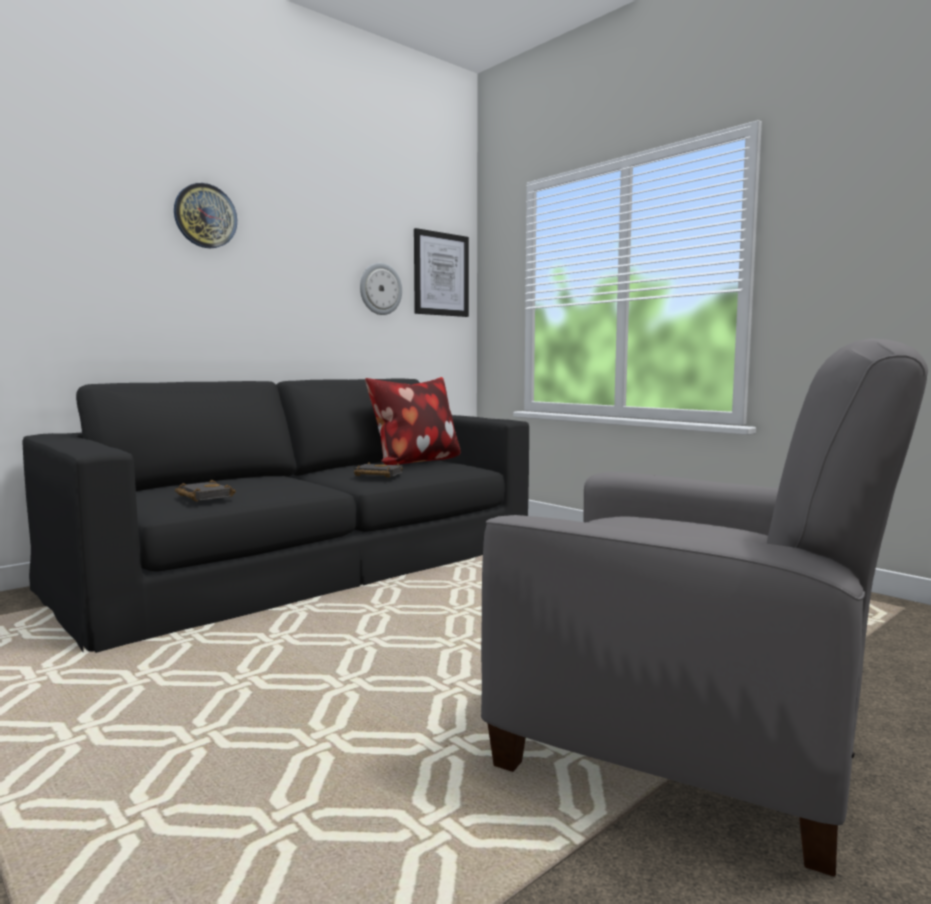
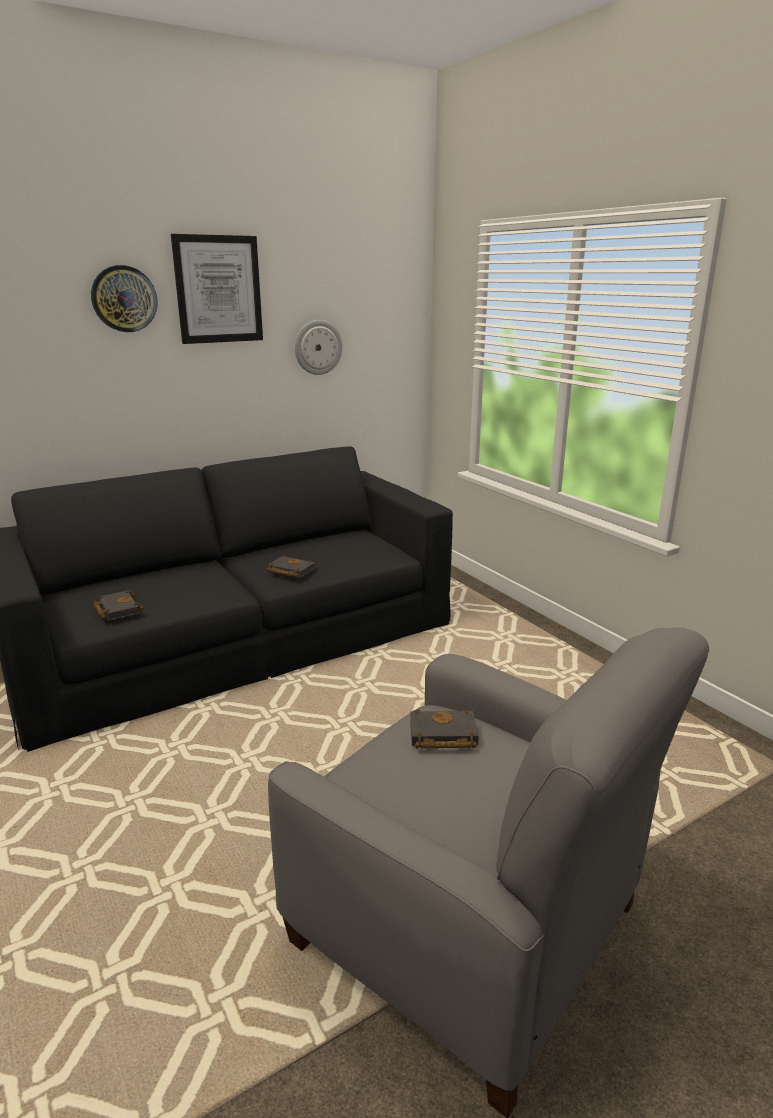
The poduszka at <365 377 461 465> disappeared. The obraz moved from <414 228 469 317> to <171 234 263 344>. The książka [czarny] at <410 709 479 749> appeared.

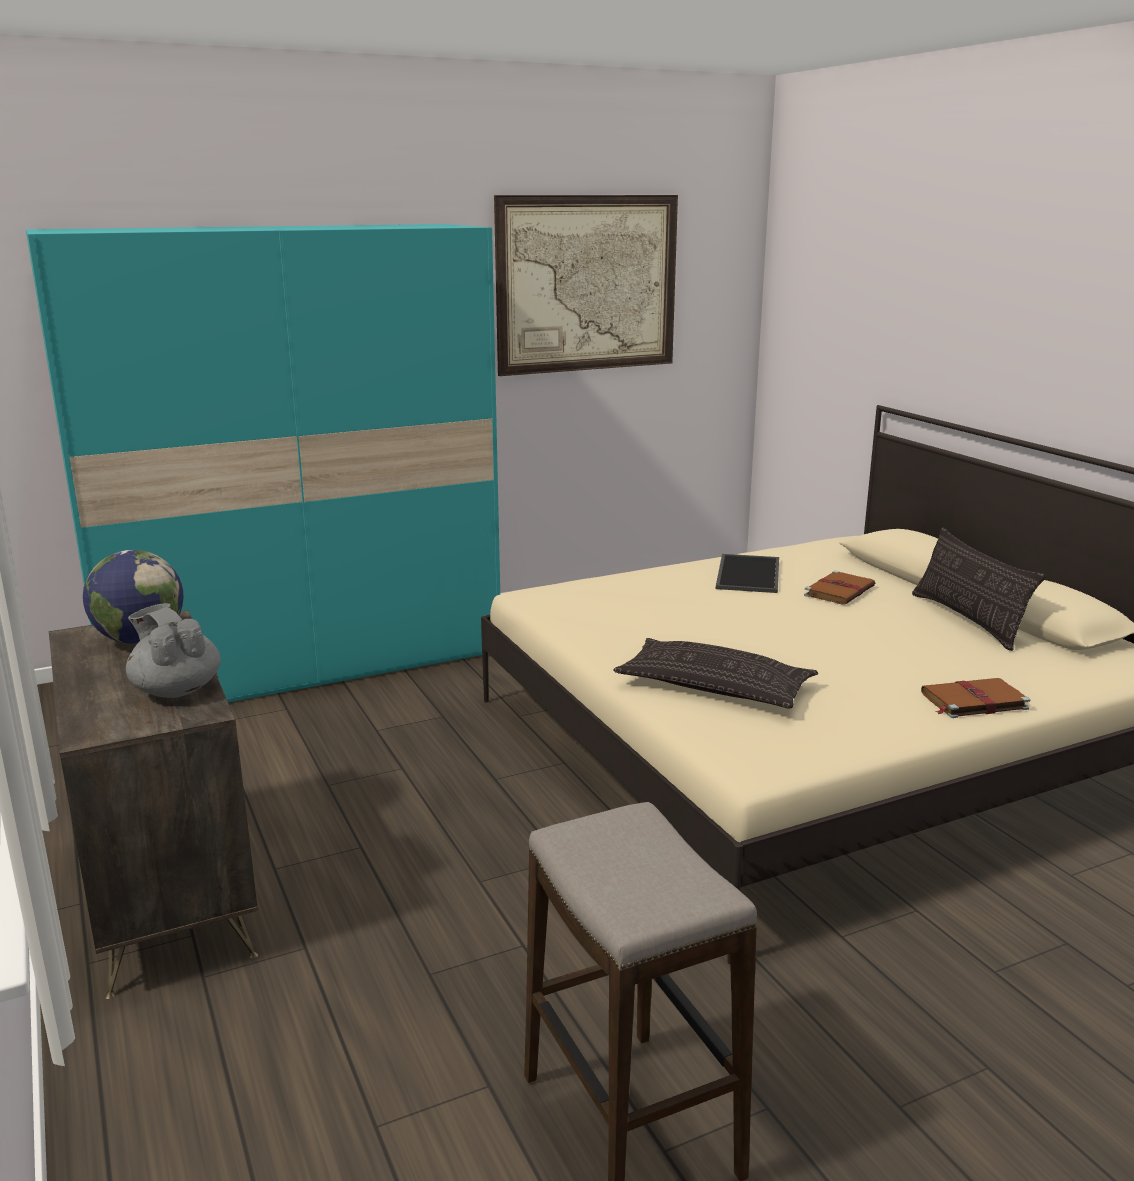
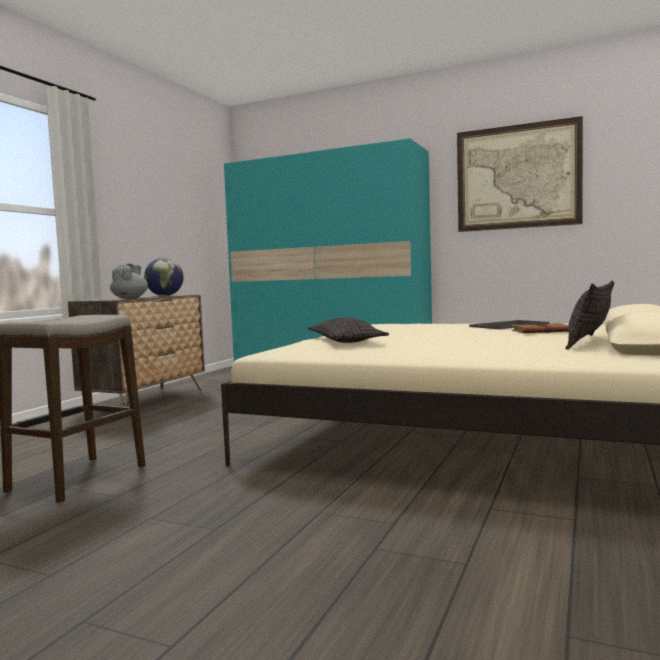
The książka [brązowy] at <921 678 1030 718> disappeared.

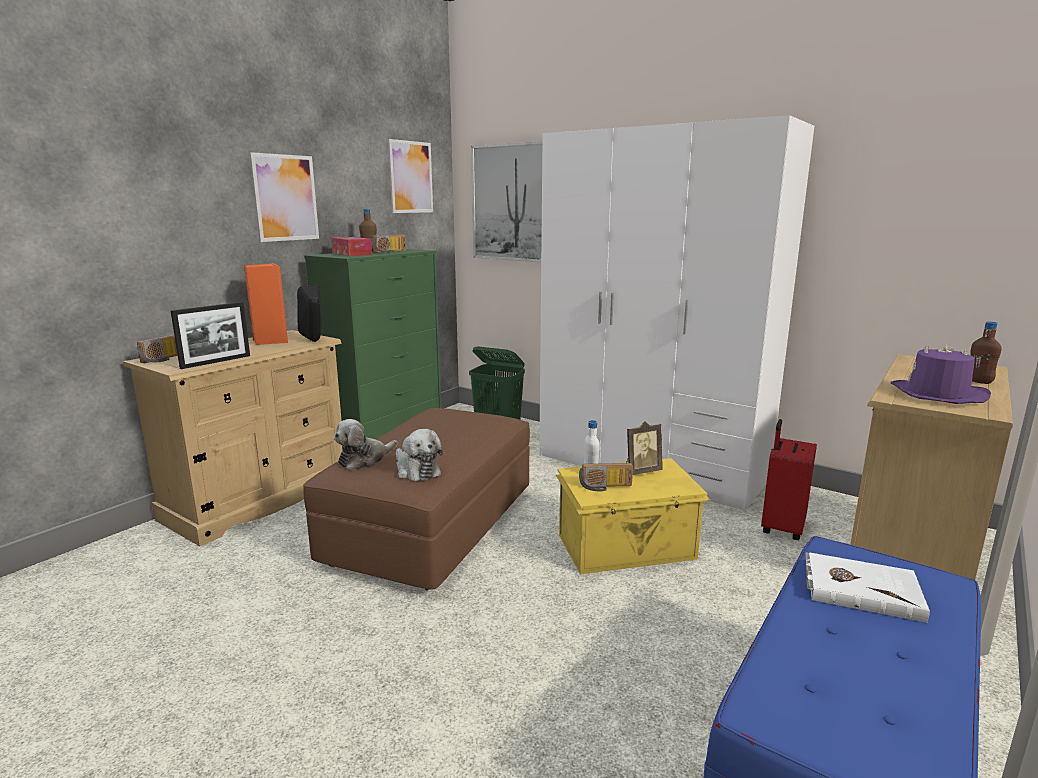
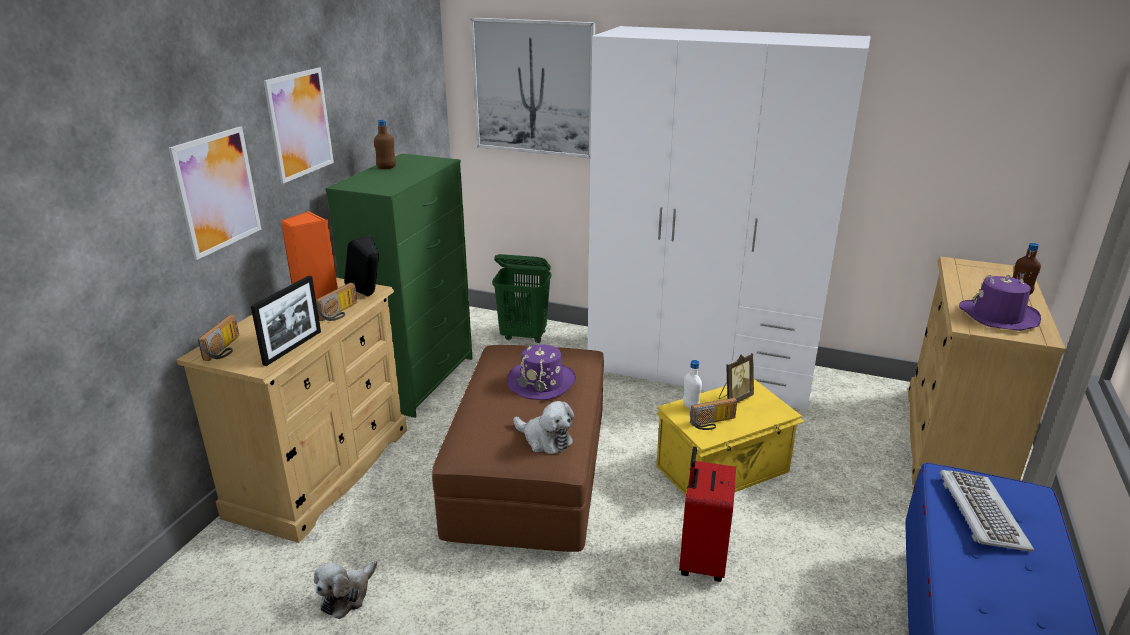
The pudełko chusteczek at <331 237 372 256> disappeared. The pluszak moved from <334 419 398 470> to <314 560 377 619>. The radio moved from <372 234 406 253> to <316 283 357 321>. The obraz moved from <388 139 433 213> to <169 127 261 260>. The walizka [czerwony] moved from <761 419 817 540> to <679 447 736 582>. The książka [biały] at <806 552 930 623> was replaced by the klawiatura at <940 470 1034 552>. The kapelusz [fioletowy] at <507 344 576 400> appeared.

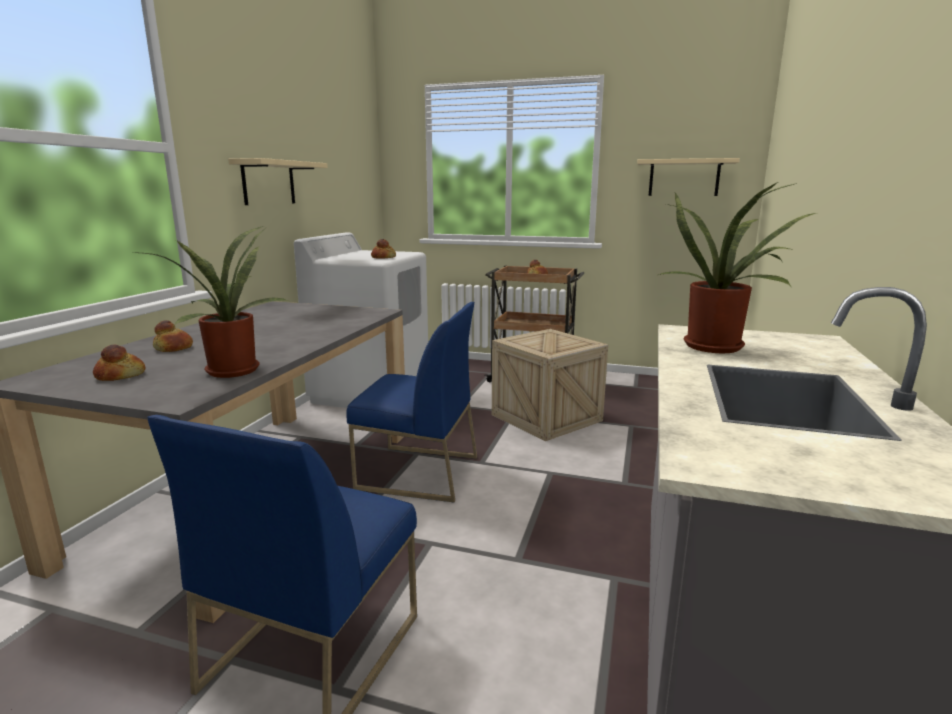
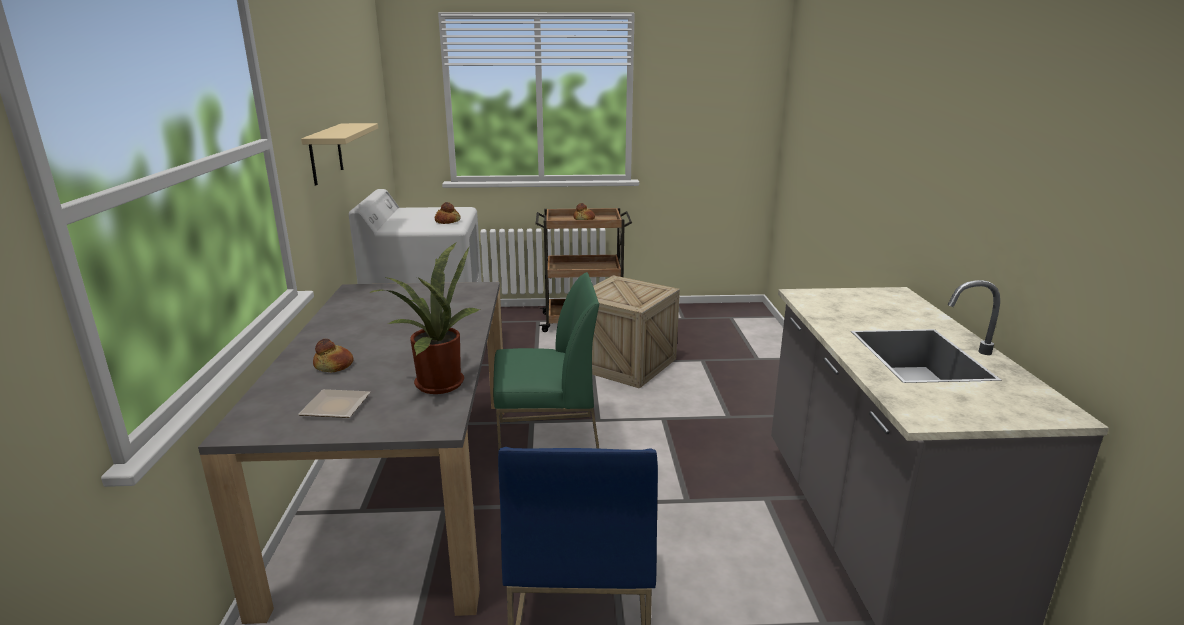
The chleb at <93 344 145 381> was replaced by the talerz at <298 389 370 418>. The krzesło [niebieski] at <346 302 477 502> became the krzesło [zielony] at <493 272 600 450>. The półka [beżowy] at <637 158 740 196> disappeared. The roślina doniczkowa at <658 182 816 353> disappeared.

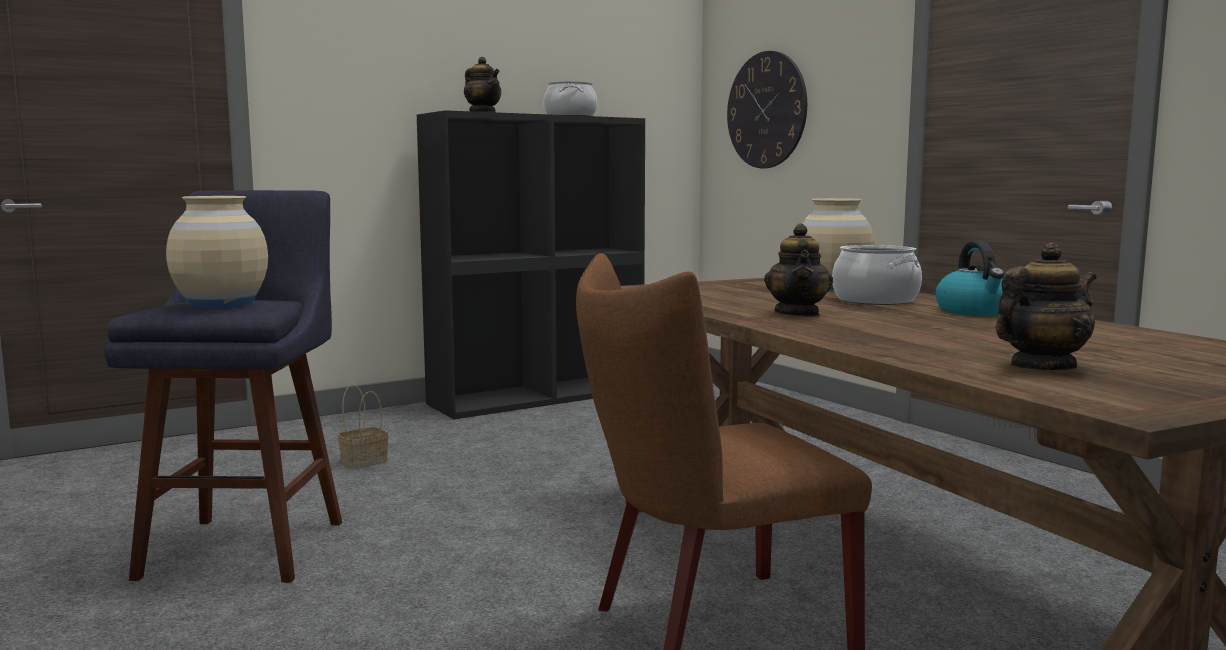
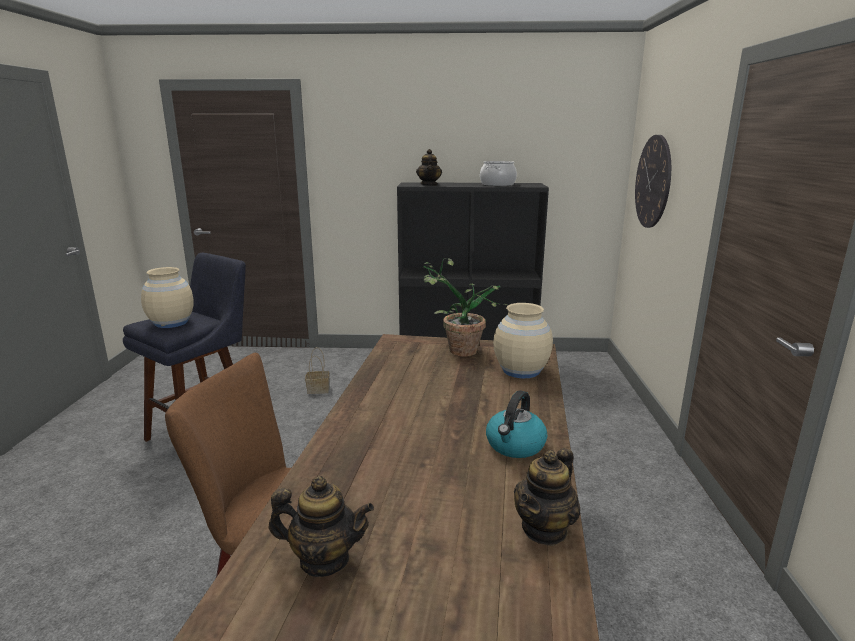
The imbryk moved from <764 224 833 317> to <514 448 580 546>. The garnek at <832 245 922 305> disappeared. The roślina doniczkowa at <423 258 508 357> appeared.

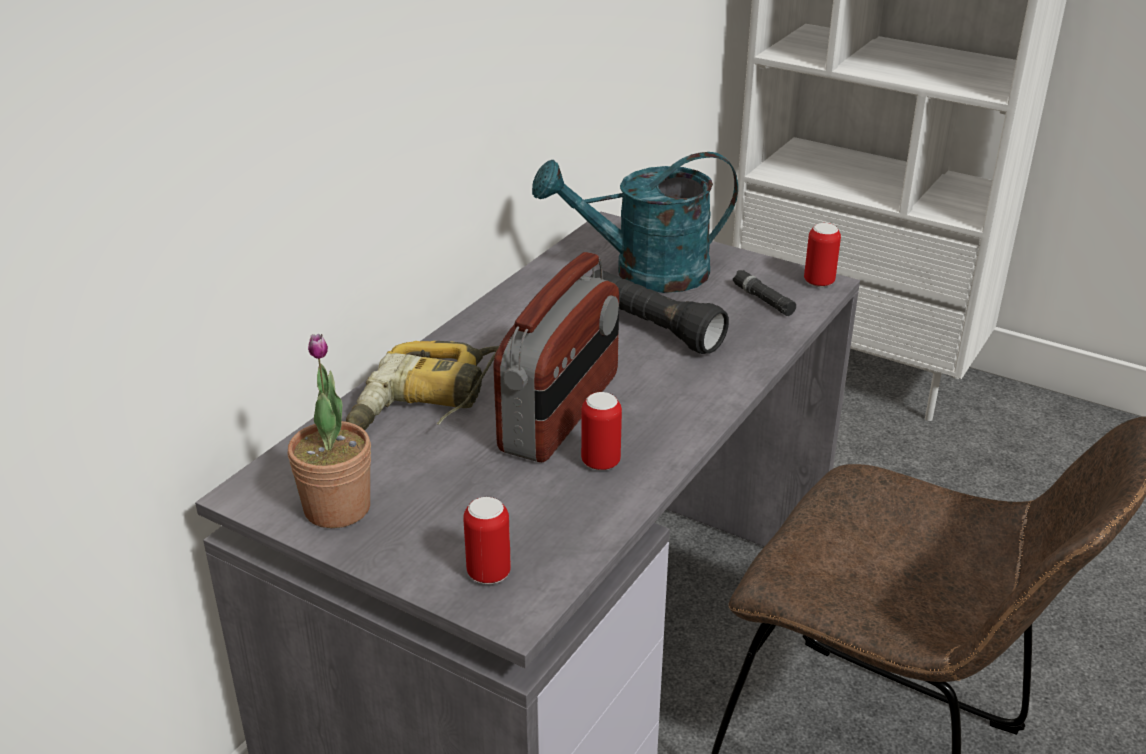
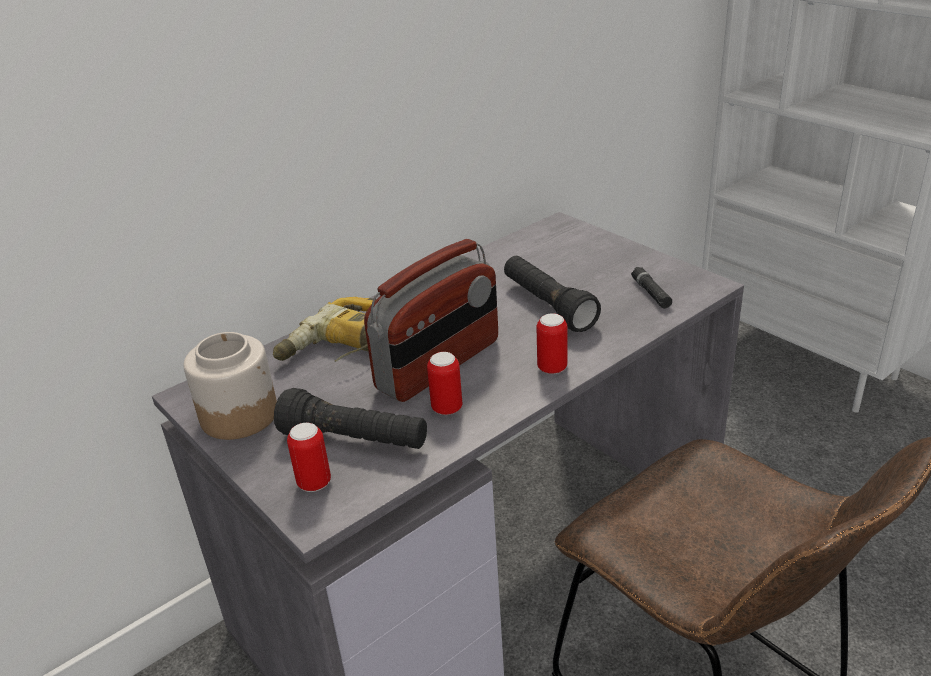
The roślina doniczkowa at <288 334 371 528> was replaced by the słoik at <183 332 277 440>. The konewka [turkusowy] at <532 152 738 293> disappeared. The puszka moved from <804 223 841 287> to <537 313 567 374>. The latarka [czarny] at <274 388 427 449> appeared.

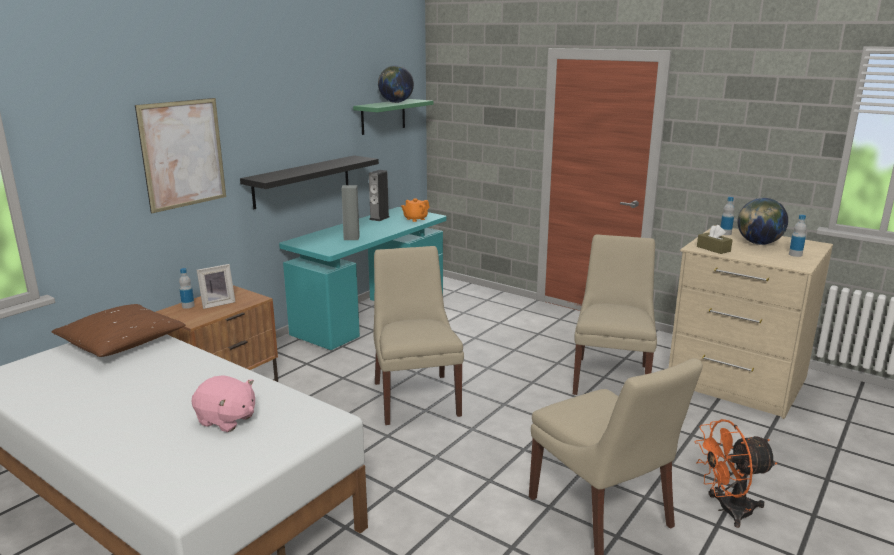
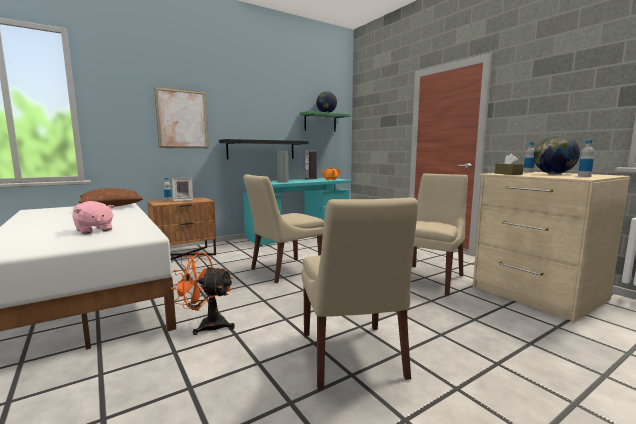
The krzesło [beżowy] at <373 246 464 425> turned 135 degrees counterclockwise. The wentylator [pomarańczowy] moved from <695 419 777 528> to <171 252 235 335>.

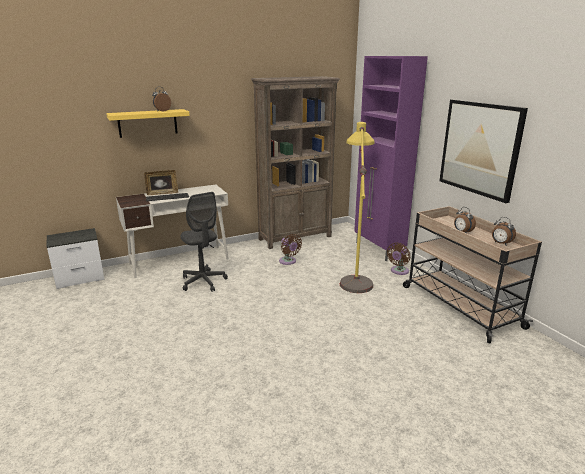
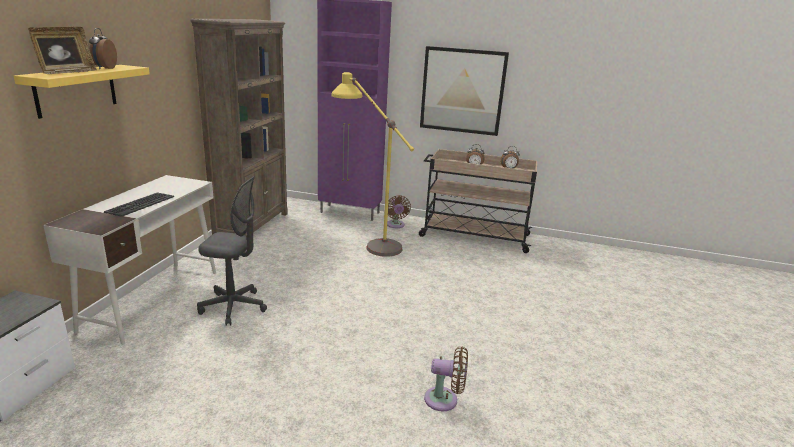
The ramka na zdjęcie moved from <144 170 178 195> to <28 27 97 74>. The wentylator [brązowy] moved from <279 234 302 265> to <424 346 468 412>.

